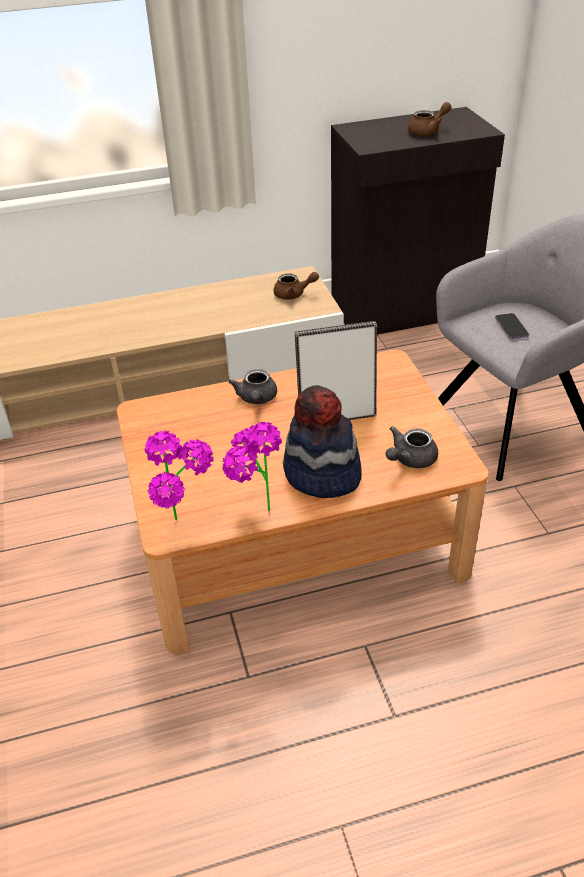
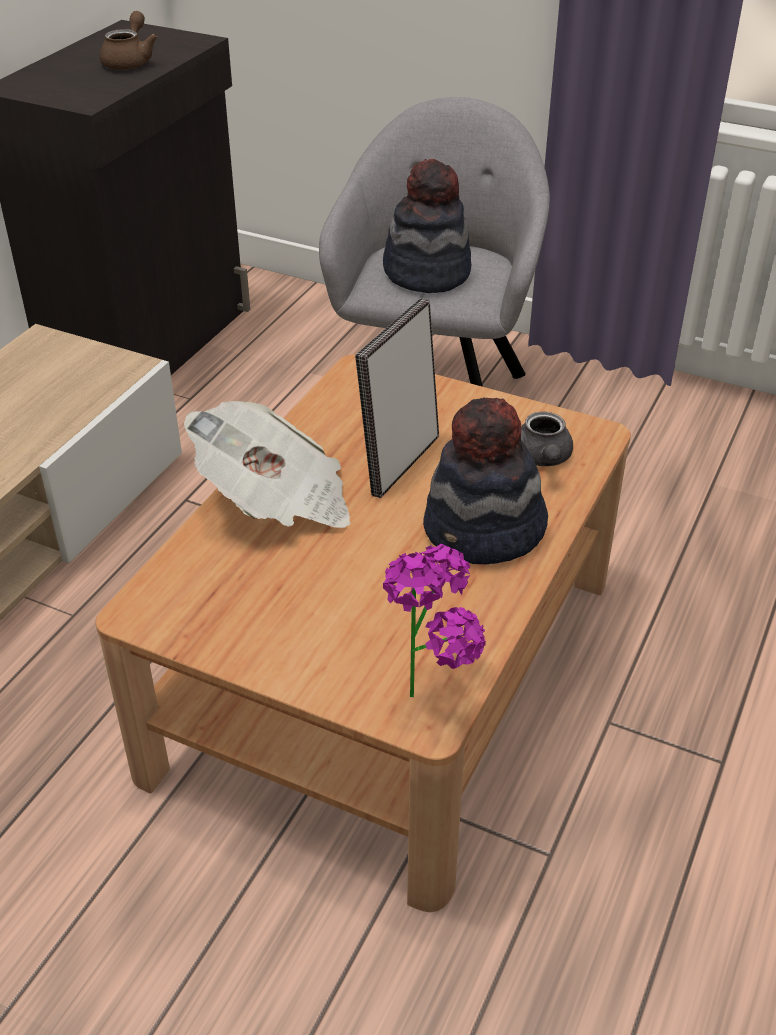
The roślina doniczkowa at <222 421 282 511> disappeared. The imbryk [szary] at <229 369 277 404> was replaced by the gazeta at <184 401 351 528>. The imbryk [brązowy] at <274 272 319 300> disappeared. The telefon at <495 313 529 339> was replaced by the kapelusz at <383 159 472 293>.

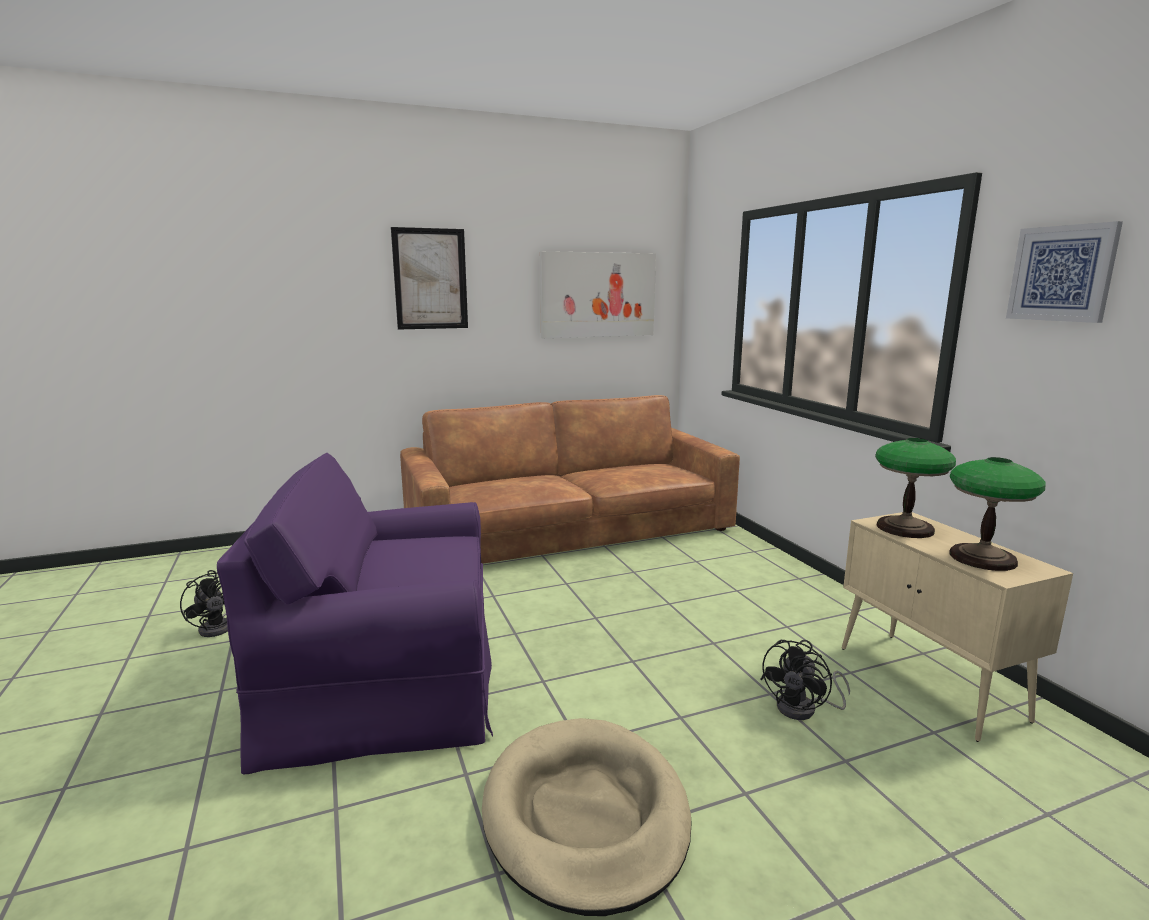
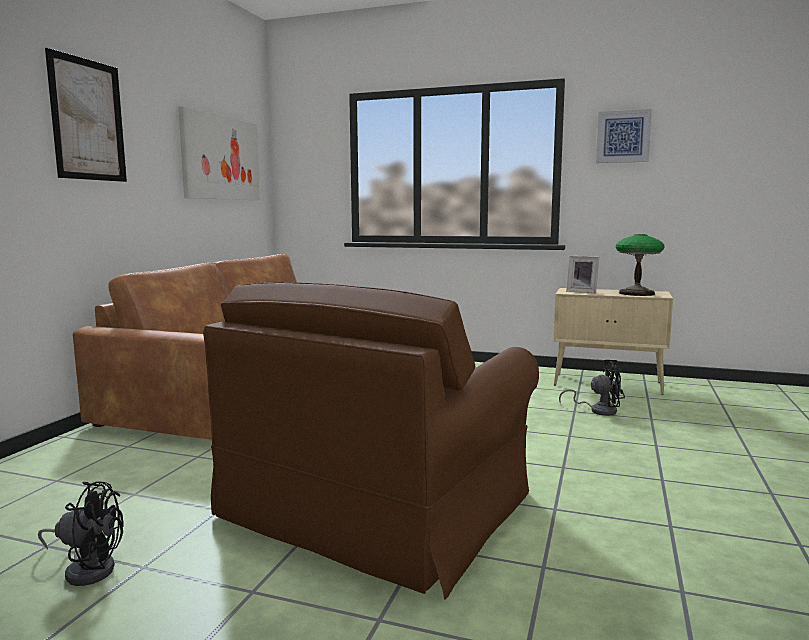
The fotel [fioletowy] at <217 453 493 774> became the fotel [brązowy] at <203 282 539 600>. The legowisko [beżowy] at <482 718 692 916> disappeared. The wentylator [czarny] at <760 640 850 720> turned 75 degrees counterclockwise. The lampa stołowa at <875 438 956 538> was replaced by the ramka na zdjęcie at <566 256 599 293>.

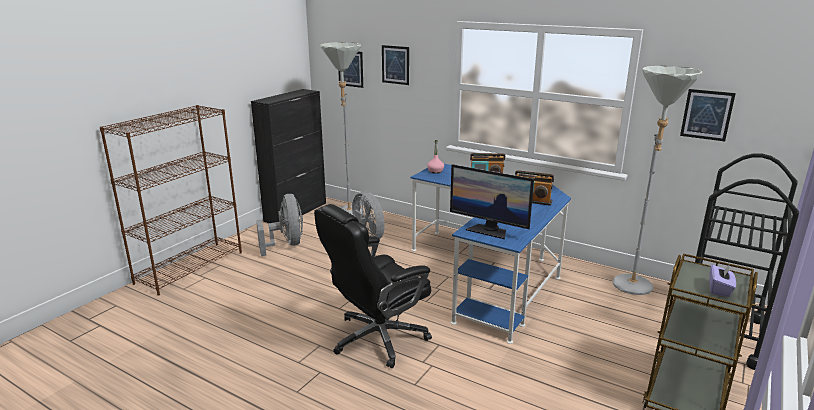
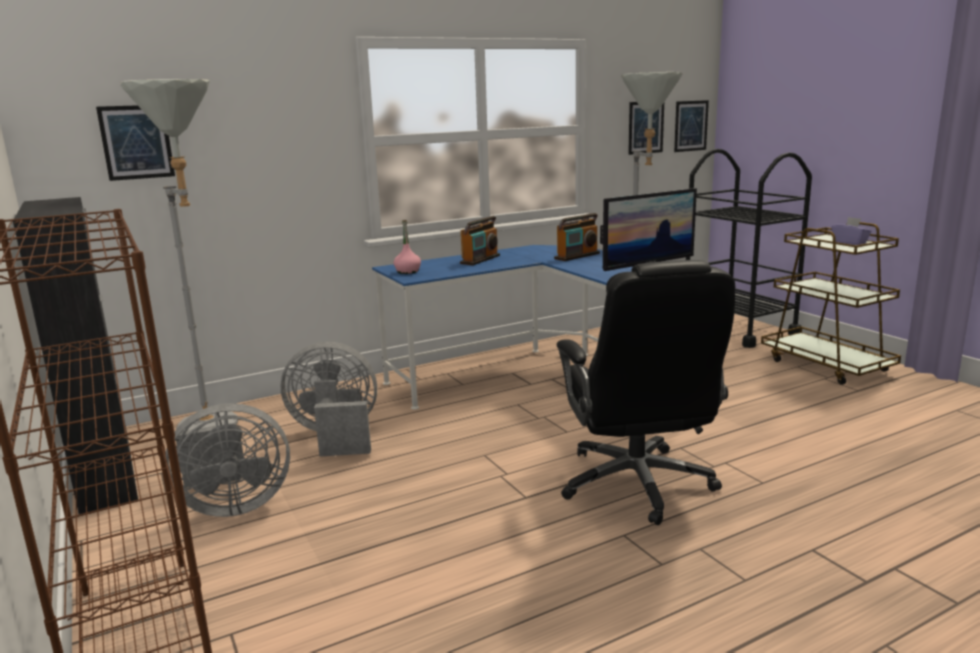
The wentylator [szary] at <256 194 303 256> turned 150 degrees clockwise. The obraz moved from <382 45 409 85> to <674 100 709 152>.

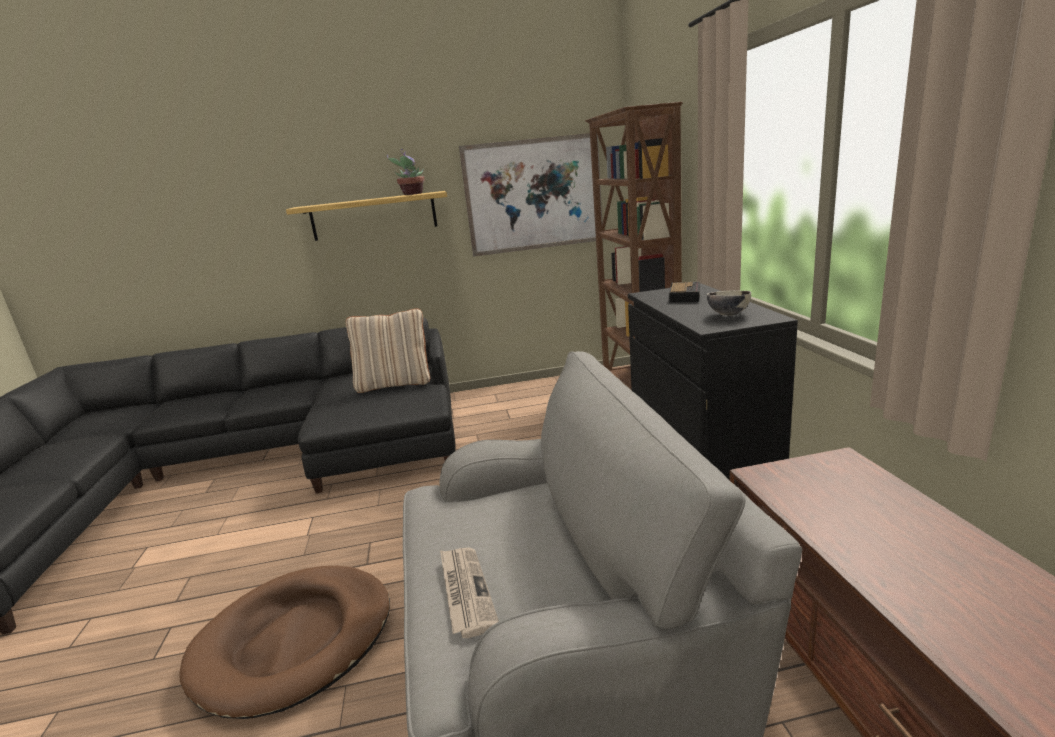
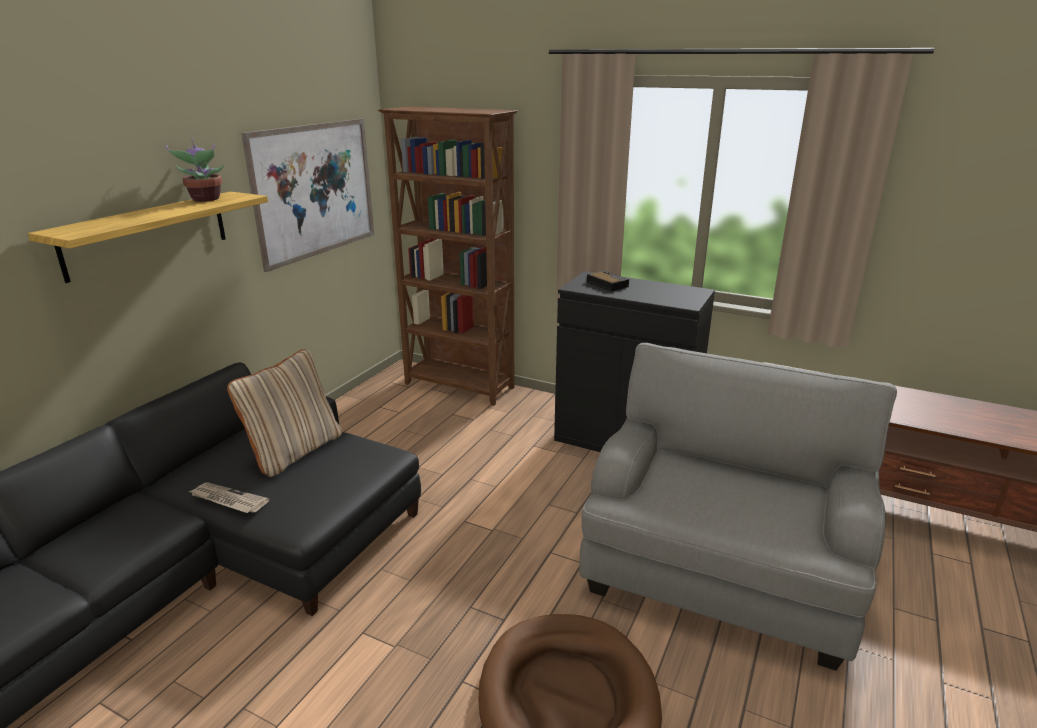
The gazeta moved from <440 547 499 638> to <189 483 269 513>. The miska at <707 290 751 316> disappeared.

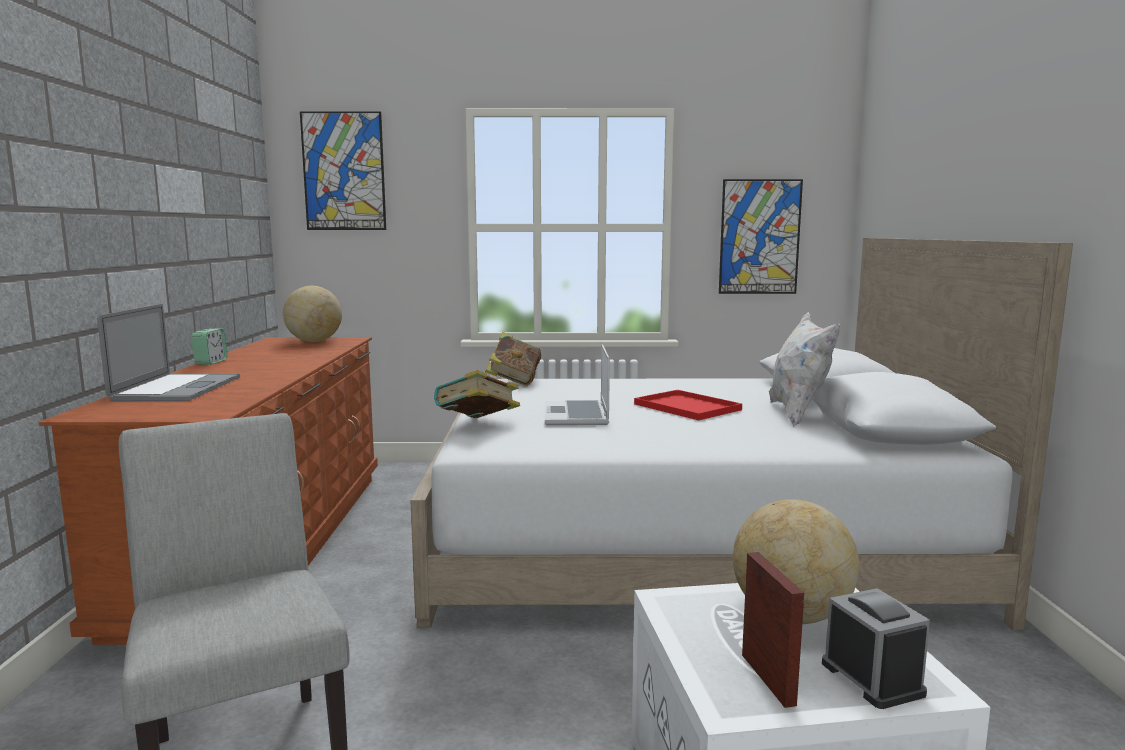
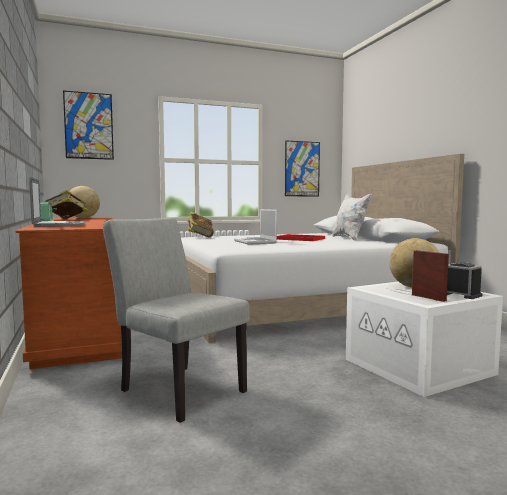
The książka moved from <434 370 520 418> to <45 190 88 219>.

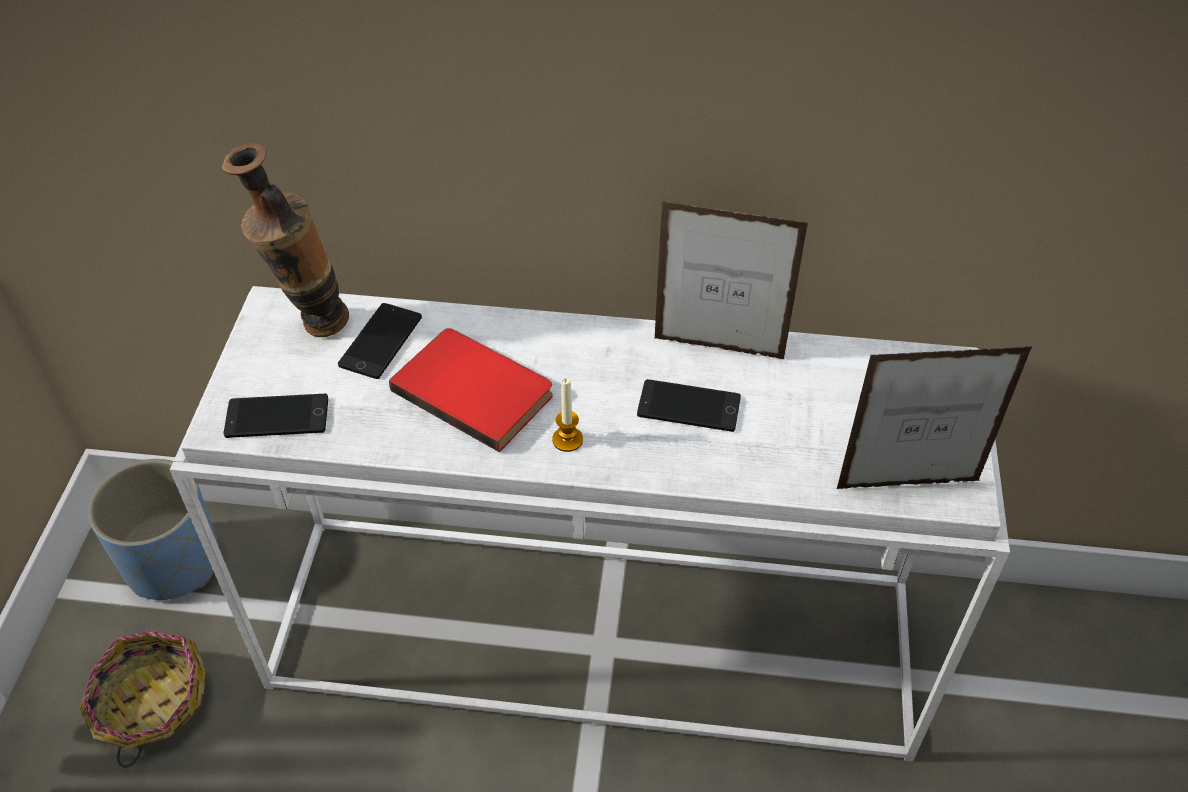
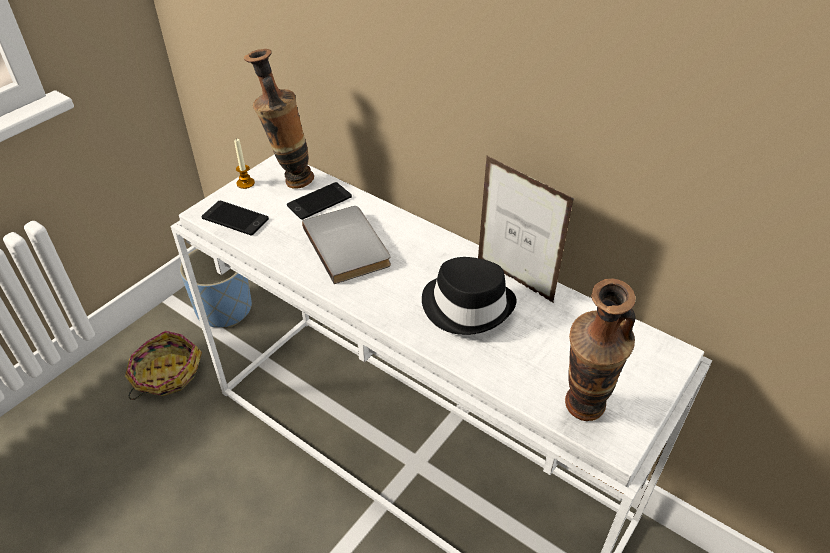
The książka [czerwony] at <389 328 553 452> became the książka [szary] at <302 206 391 284>. The świeca moved from <552 378 583 452> to <234 138 255 189>. The telefon at <637 379 741 432> was replaced by the kapelusz [czarny] at <422 257 516 335>. The ramka na zdjęcie at <837 346 1033 489> was replaced by the wazon at <565 278 636 421>.

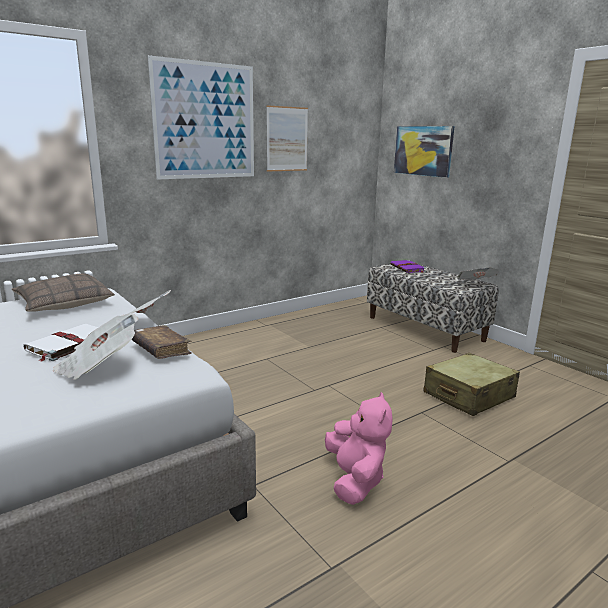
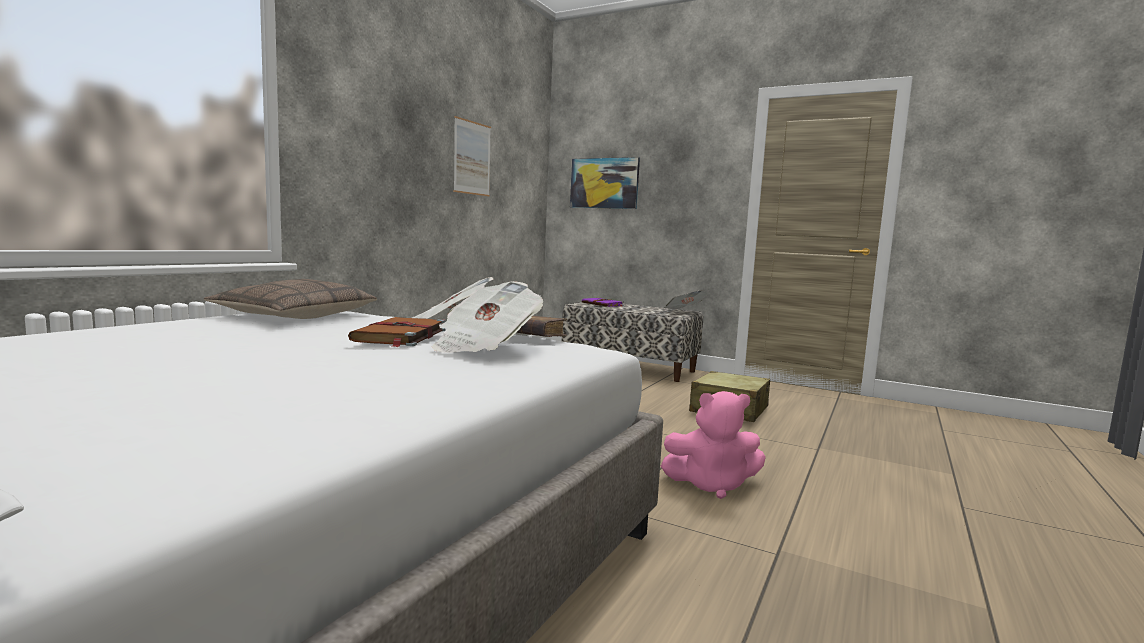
The książka [biały] at <23 324 99 362> became the książka [brązowy] at <348 317 445 347>. The obraz at <147 55 254 180> disappeared. The pluszak [różowy] at <325 392 393 505> turned 120 degrees clockwise.

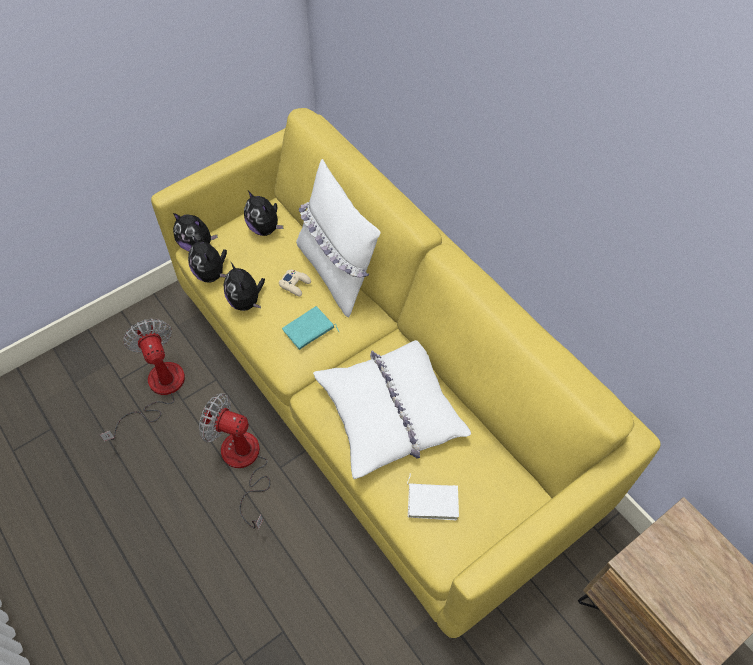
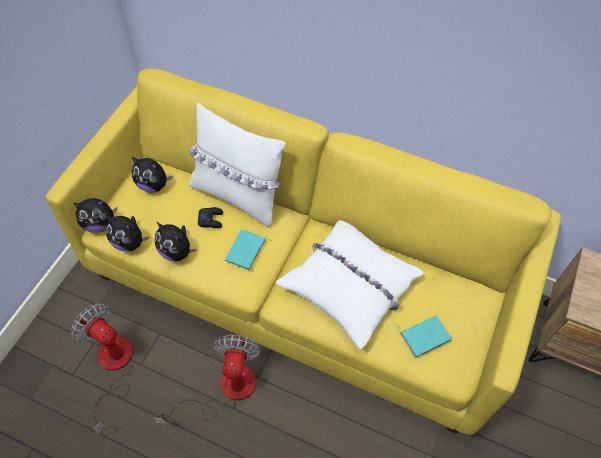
The wentylator at <199 393 270 530> turned 105 degrees clockwise. The pad do gier [beżowy] at <279 270 311 297> became the pad do gier [czarny] at <198 207 223 228>. The książka [biały] at <407 473 459 520> became the książka [turkusowy] at <397 316 452 358>.

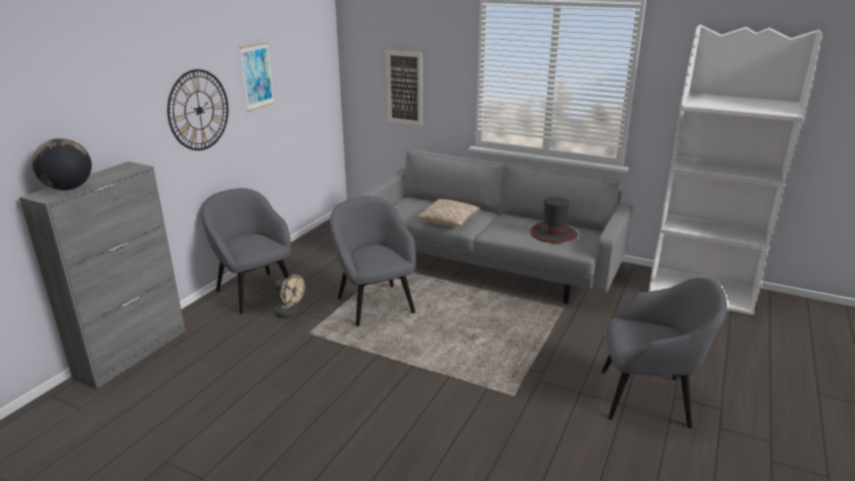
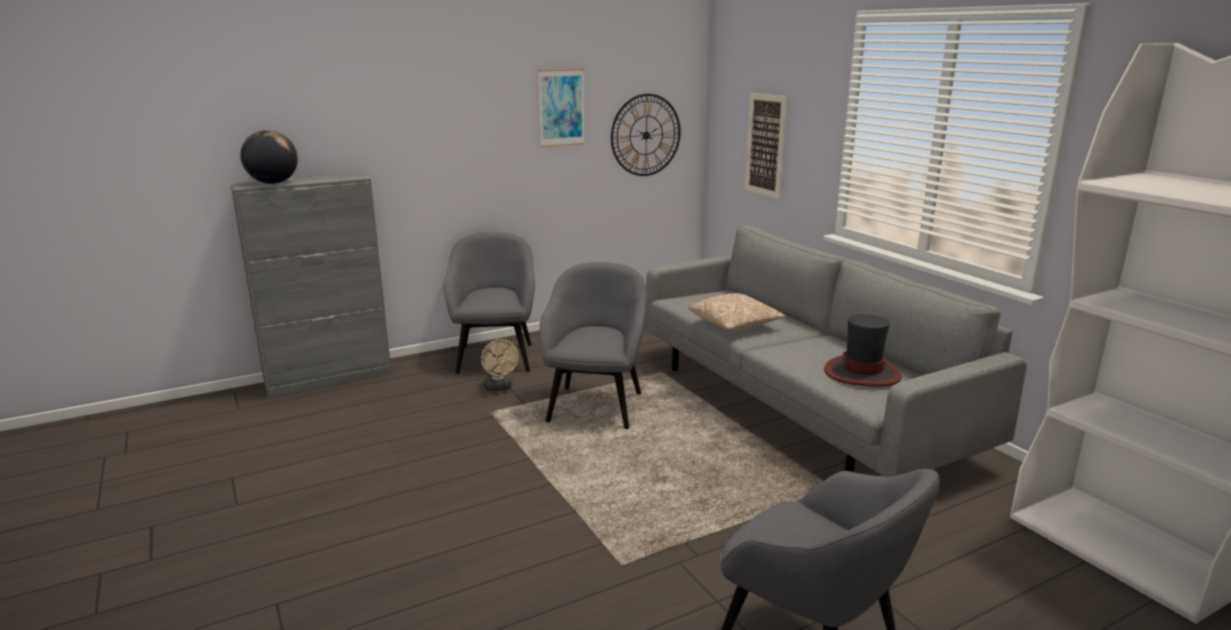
The zegar ścienny moved from <167 69 228 151> to <611 94 681 176>.

